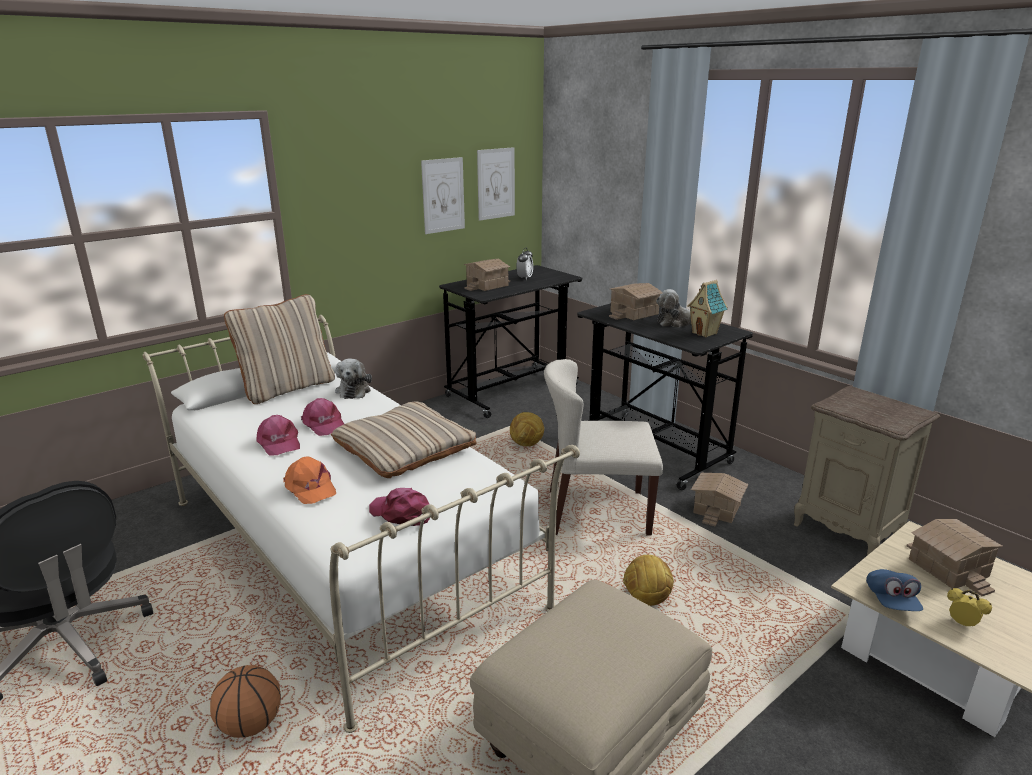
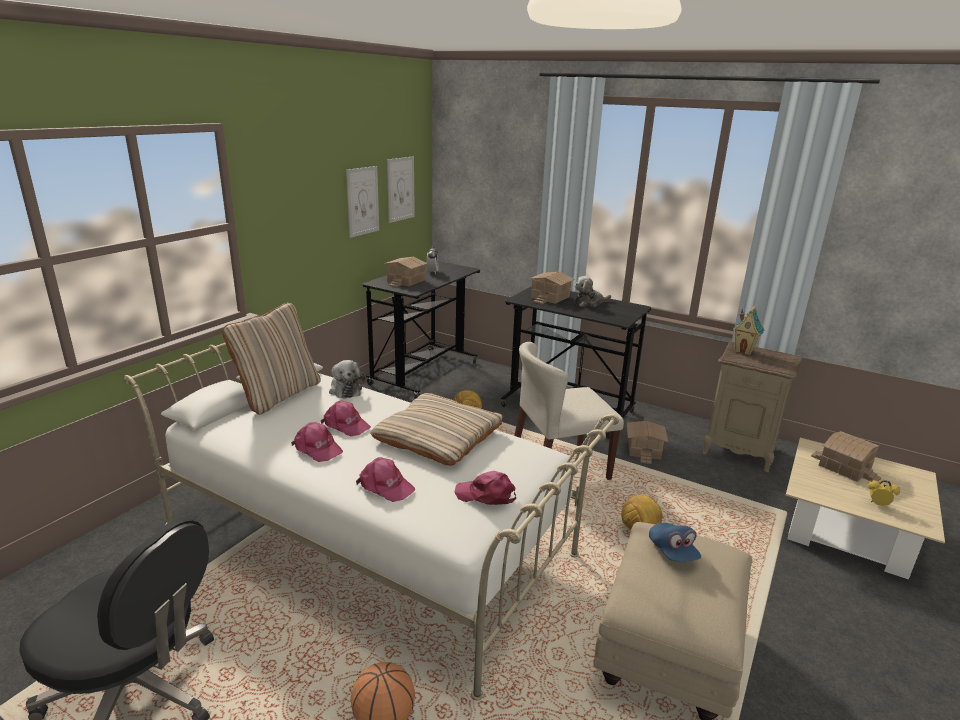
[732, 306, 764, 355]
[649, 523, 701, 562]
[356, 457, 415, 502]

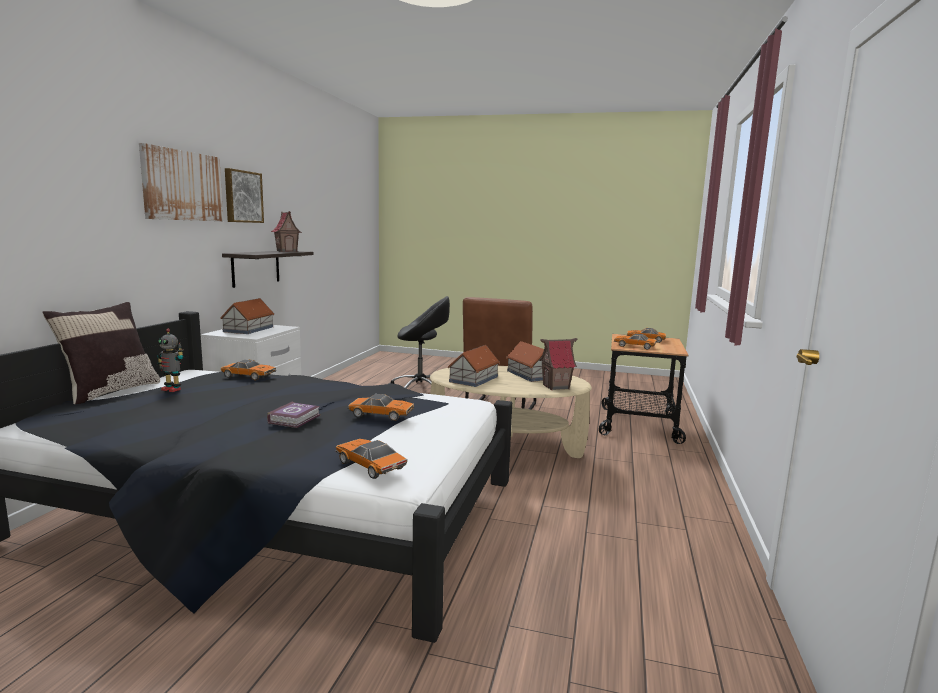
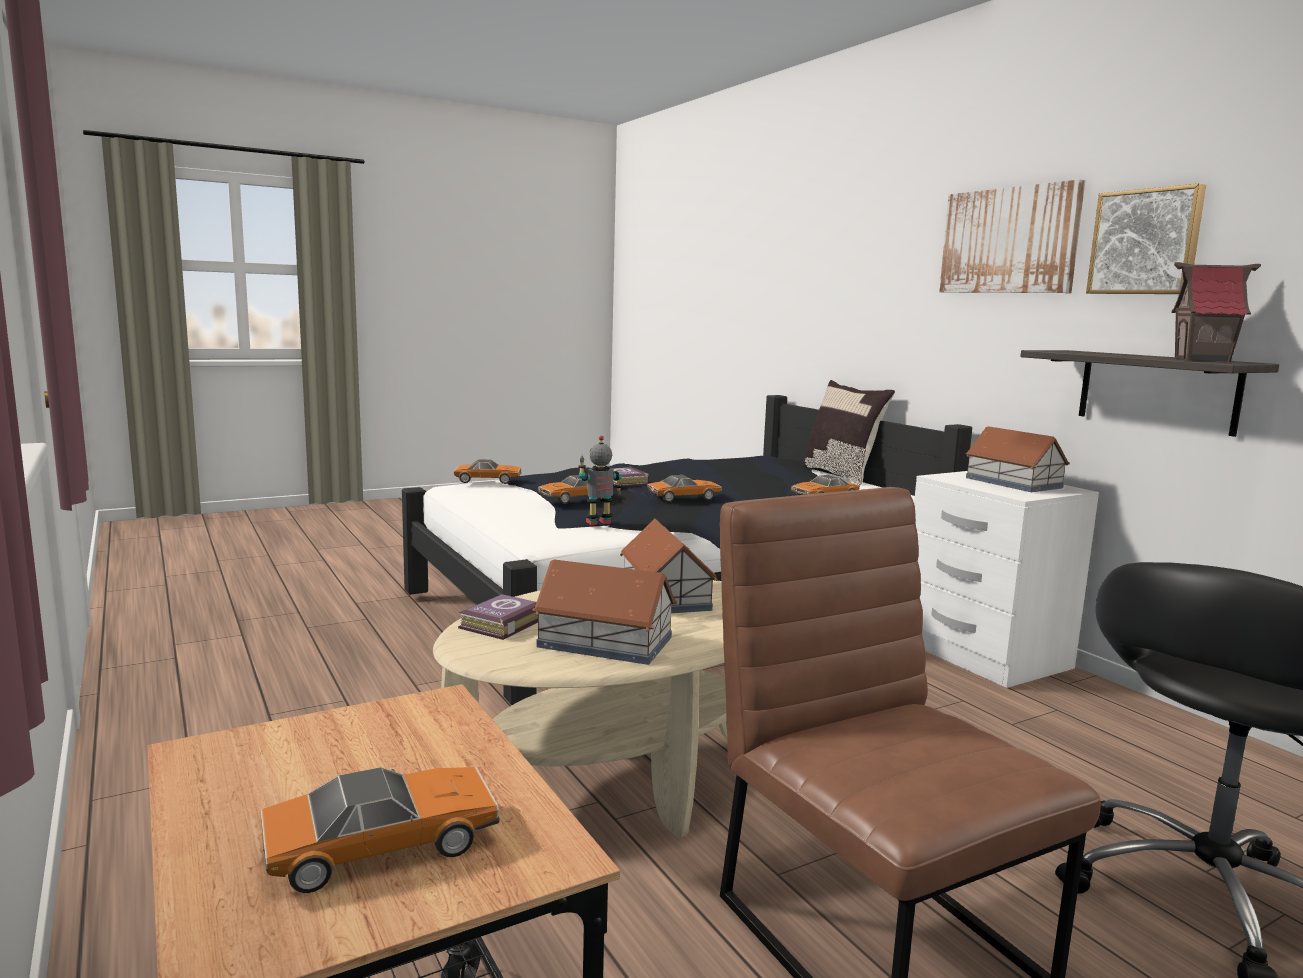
[578, 436, 622, 525]
[648, 475, 722, 502]
[458, 594, 538, 640]

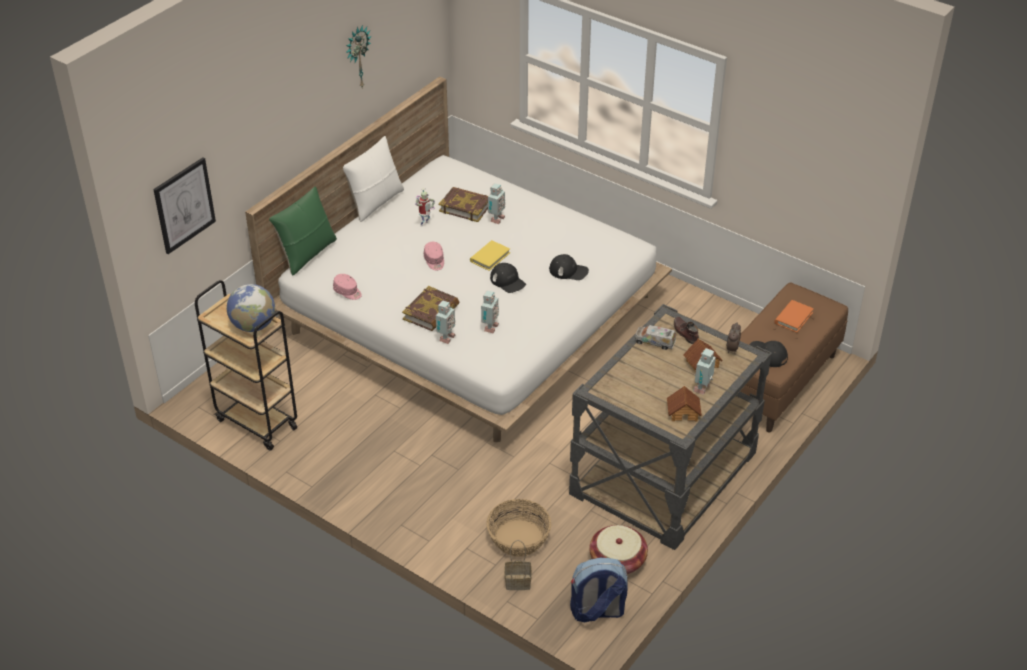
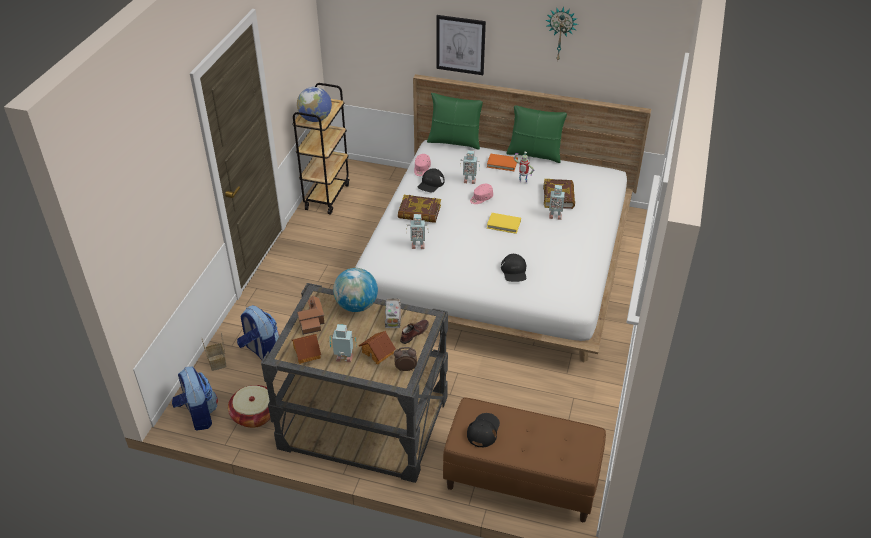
[297, 296, 324, 335]
[333, 268, 378, 312]
[436, 15, 486, 75]
[460, 150, 480, 184]
[418, 169, 445, 192]
[487, 154, 518, 171]
[237, 305, 279, 360]
[506, 105, 567, 163]

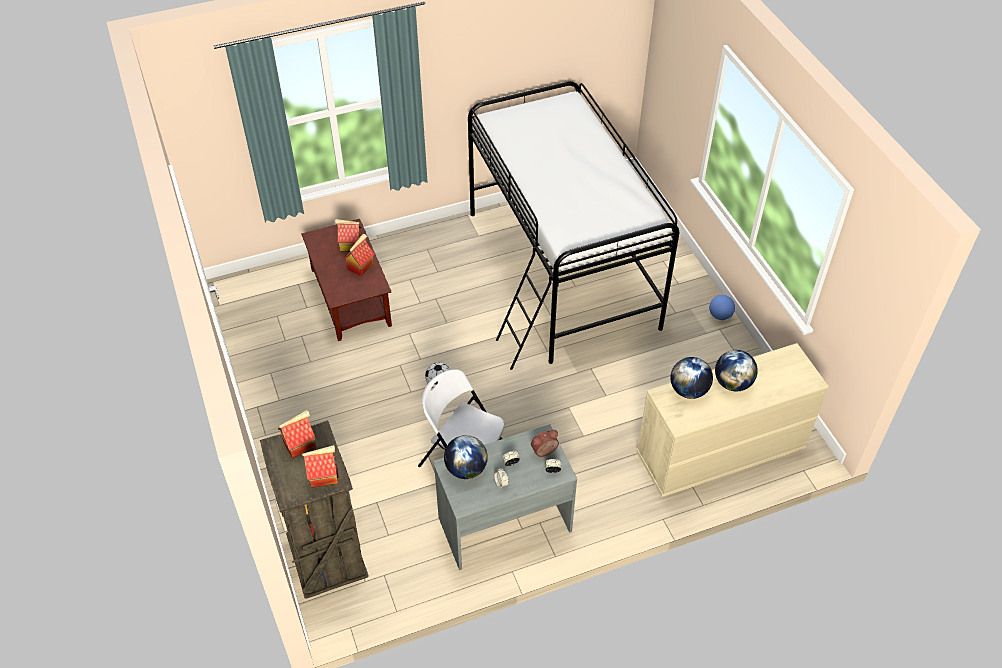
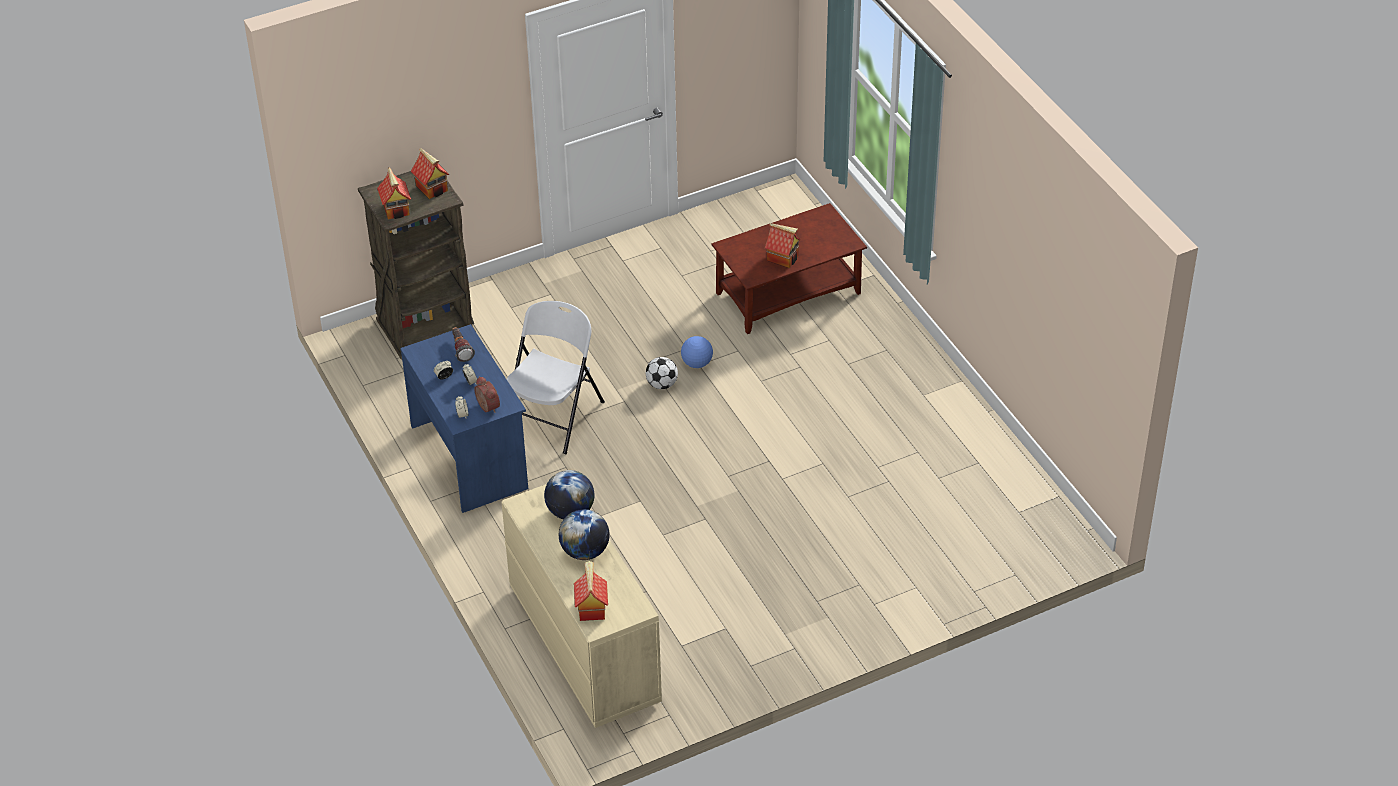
[468, 81, 679, 370] (first image)
[574, 561, 608, 621]
[681, 336, 713, 368]
[452, 327, 475, 362]
[400, 324, 528, 513]

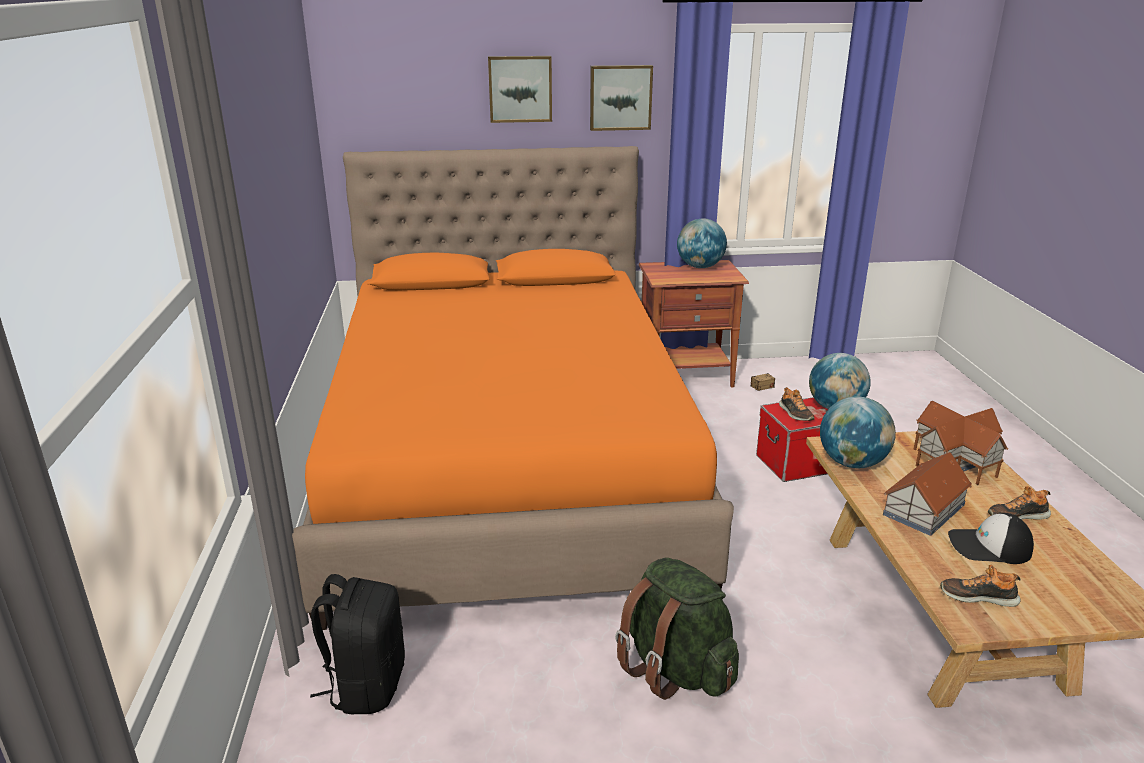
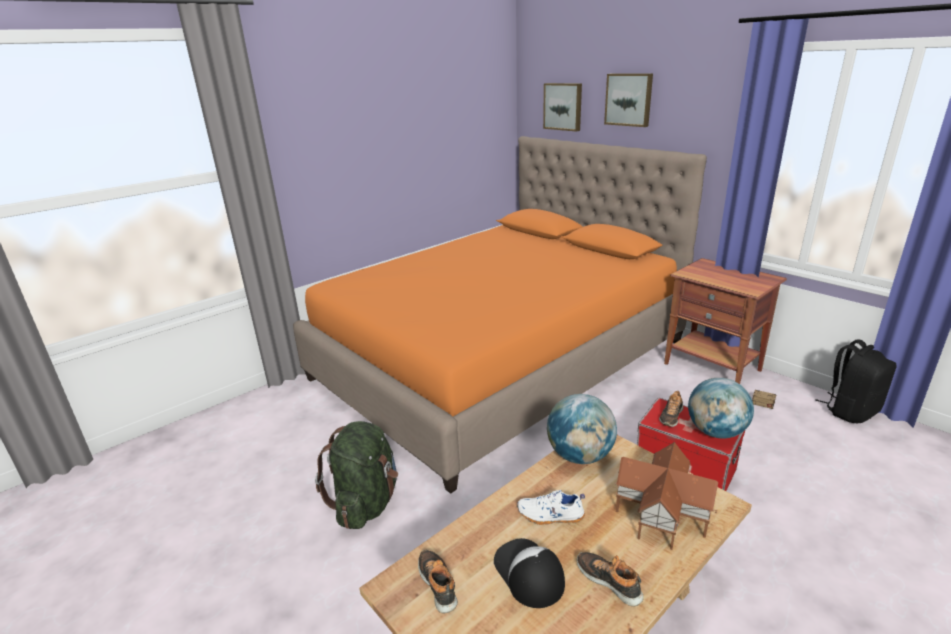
[677, 218, 727, 268] (first image)
[815, 339, 897, 423]
[543, 83, 582, 132]
[517, 490, 585, 525]

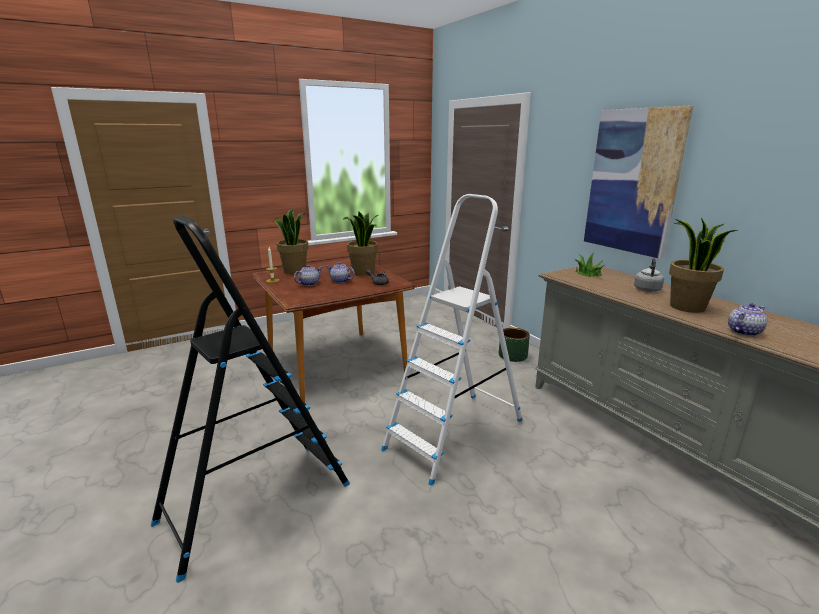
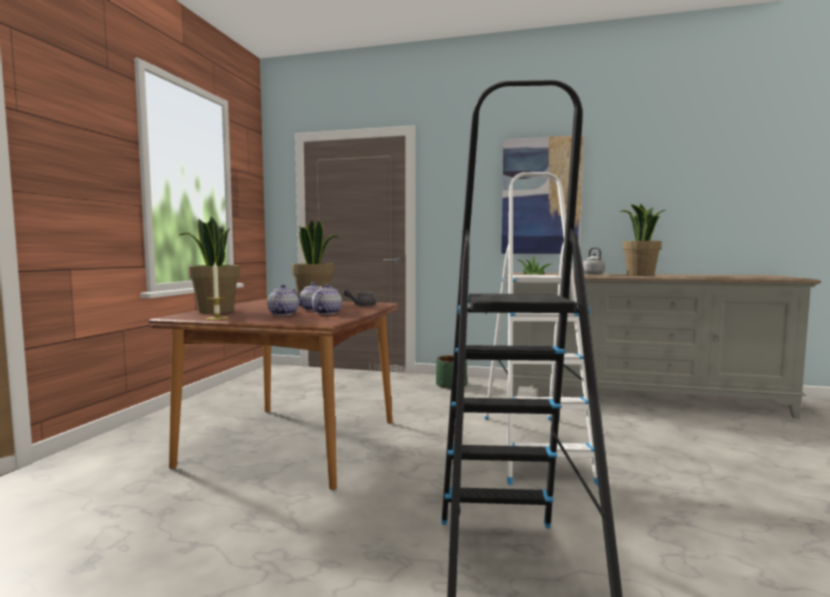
[312, 284, 342, 314]

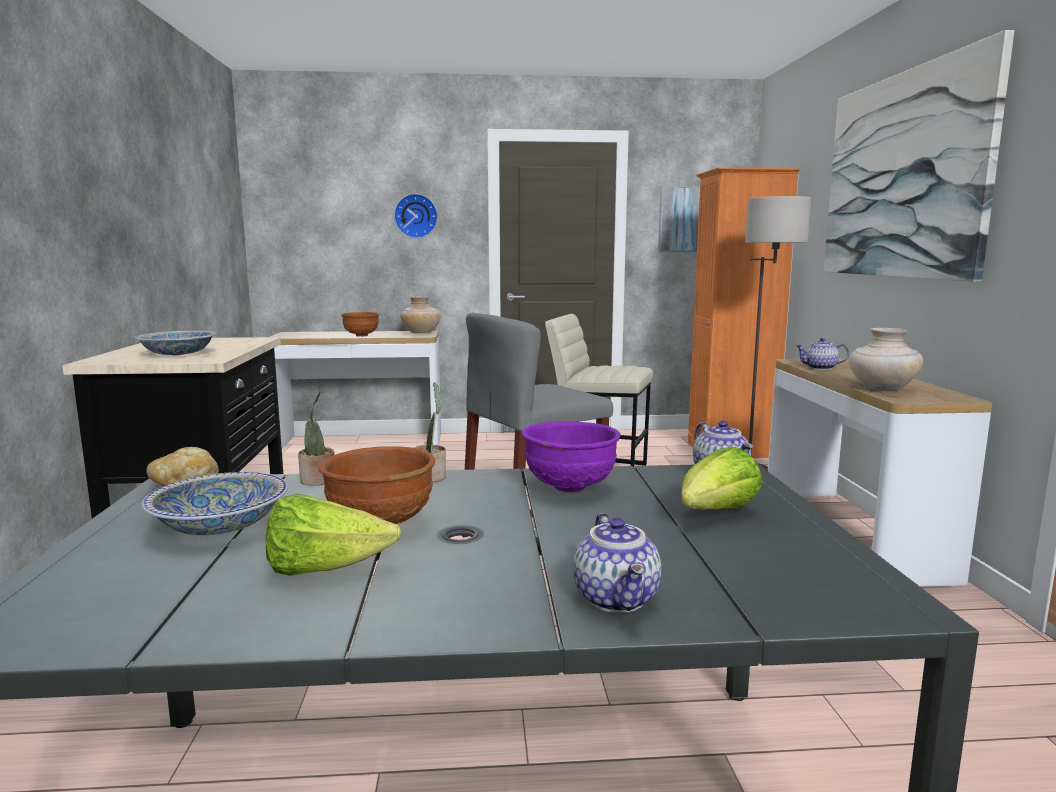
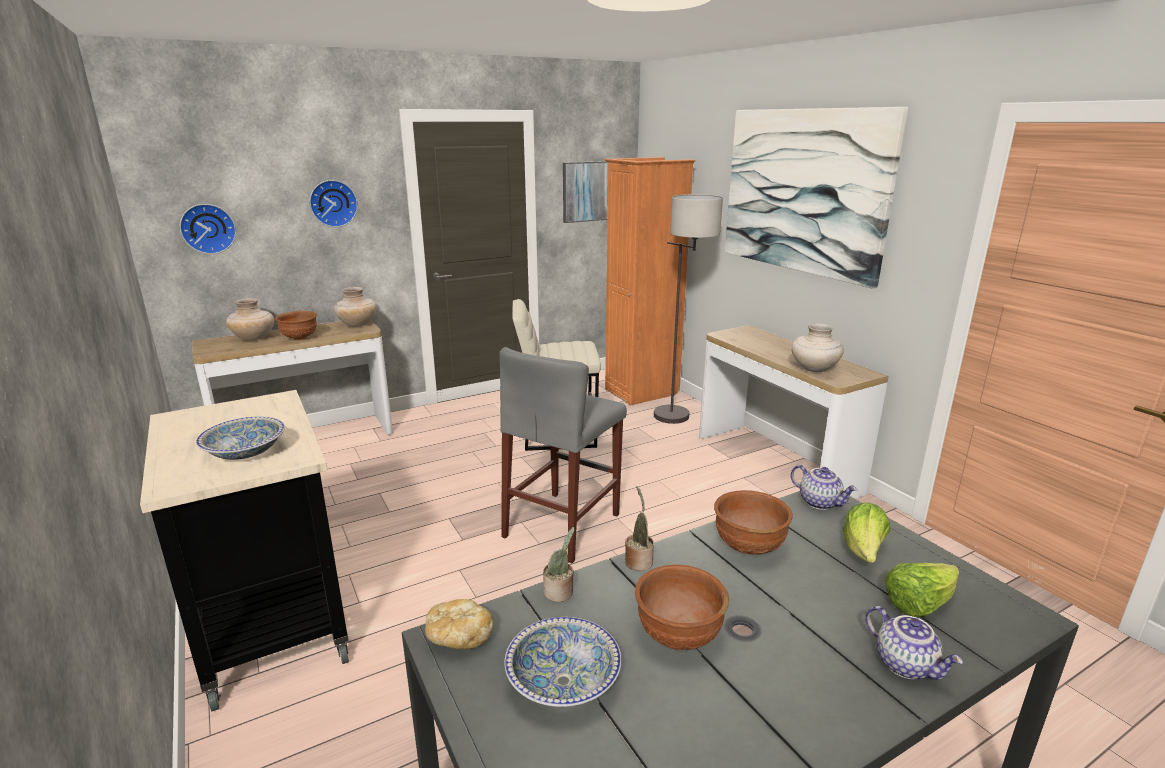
[795, 338, 849, 370] (first image)
[180, 204, 236, 254]
[226, 298, 274, 341]
[885, 563, 959, 617]
[714, 490, 793, 555]

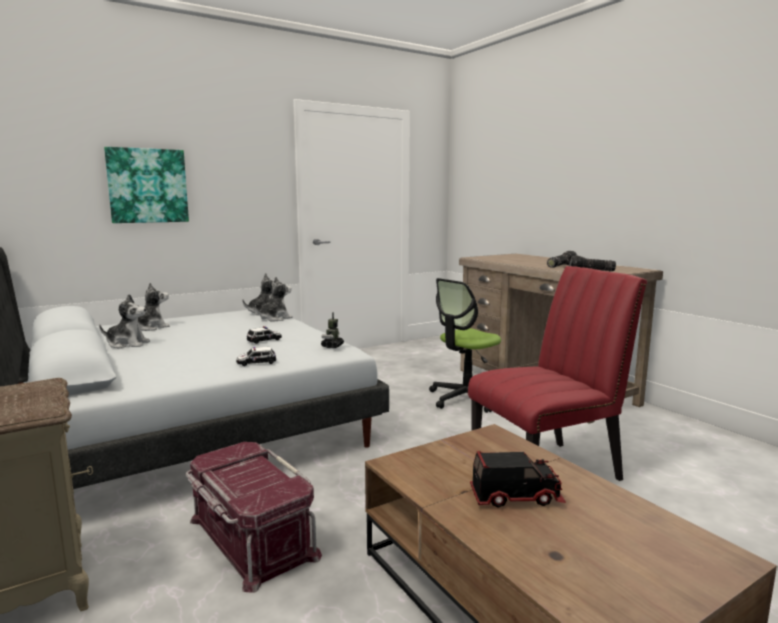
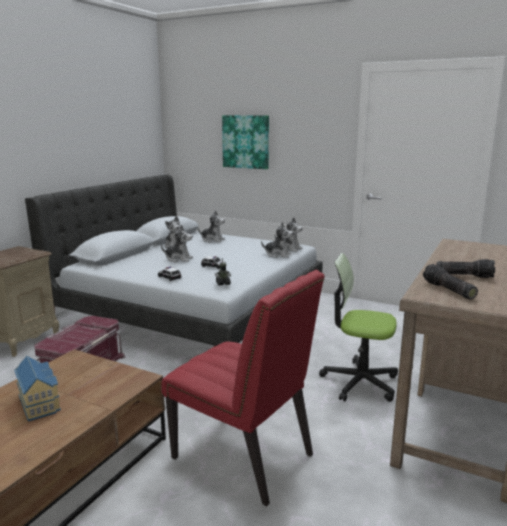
[161, 225, 193, 262]
[14, 356, 61, 421]

